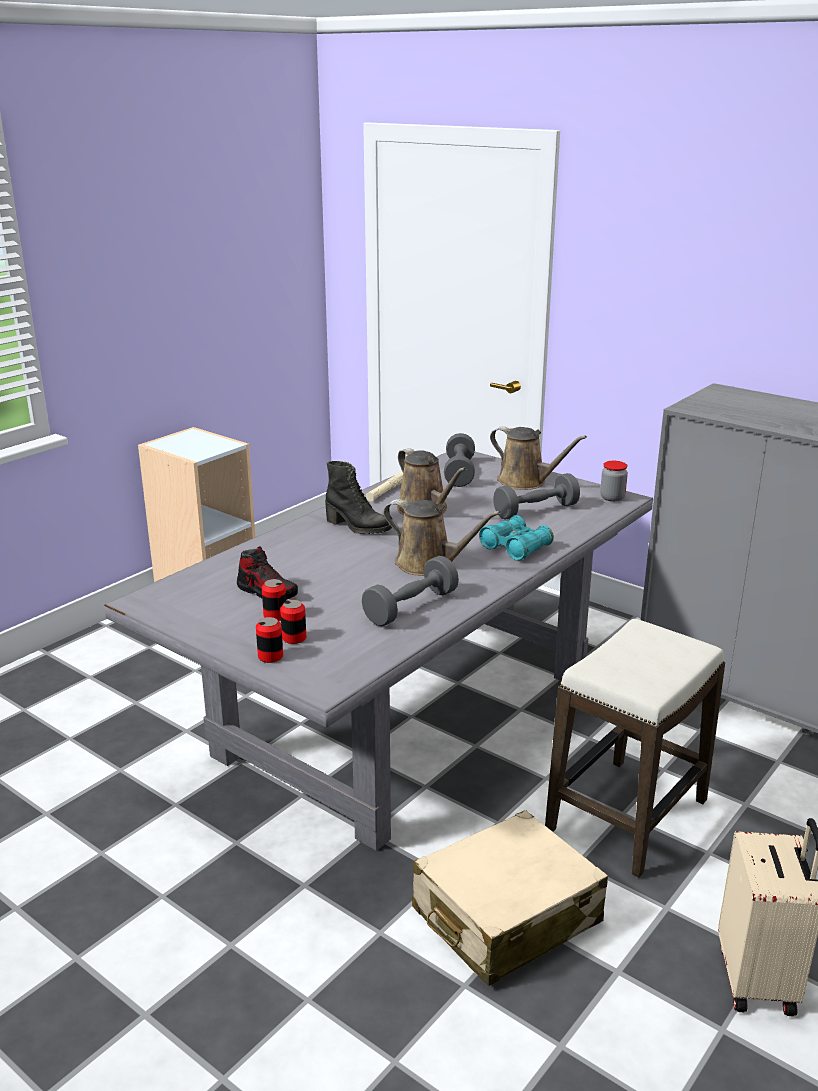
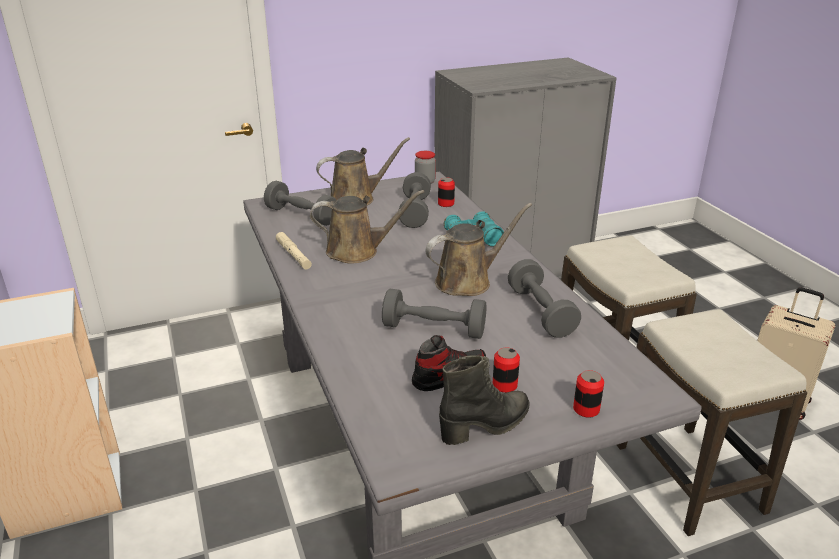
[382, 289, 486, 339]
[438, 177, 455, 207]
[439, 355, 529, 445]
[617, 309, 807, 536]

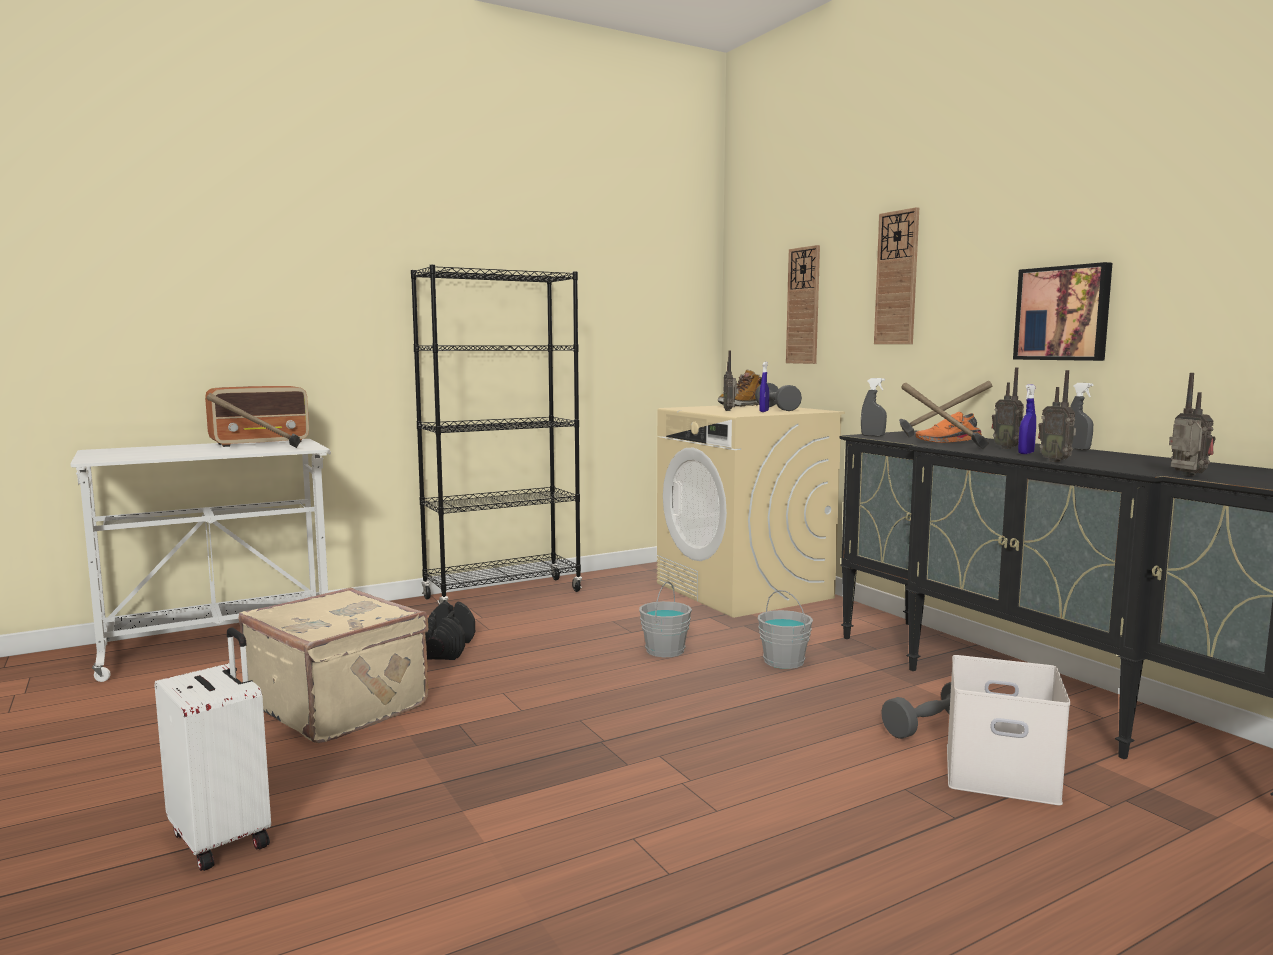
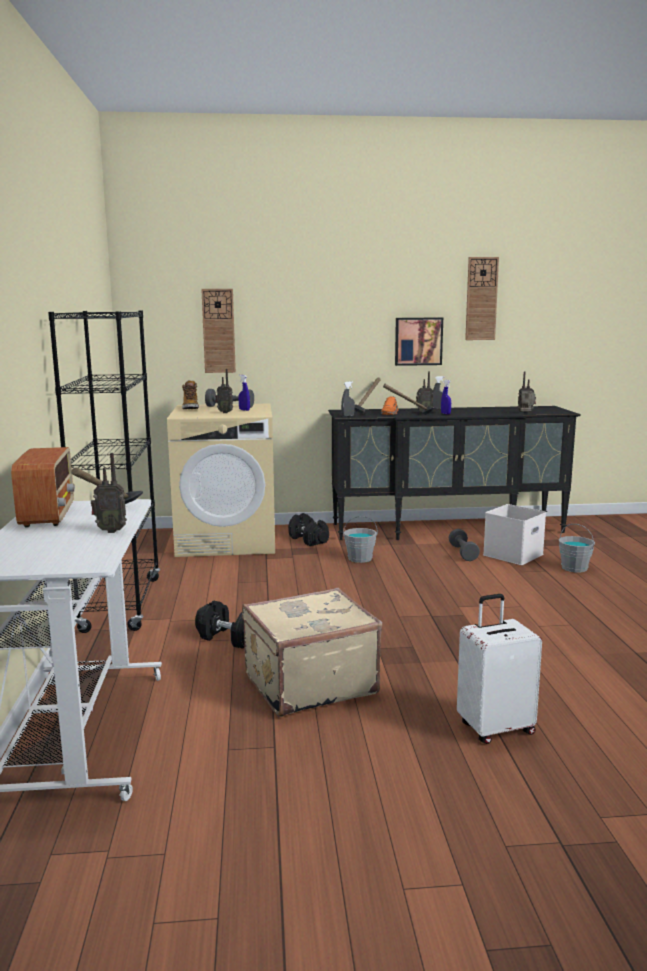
[289, 513, 329, 546]
[559, 524, 595, 573]
[465, 257, 499, 340]
[91, 453, 127, 533]

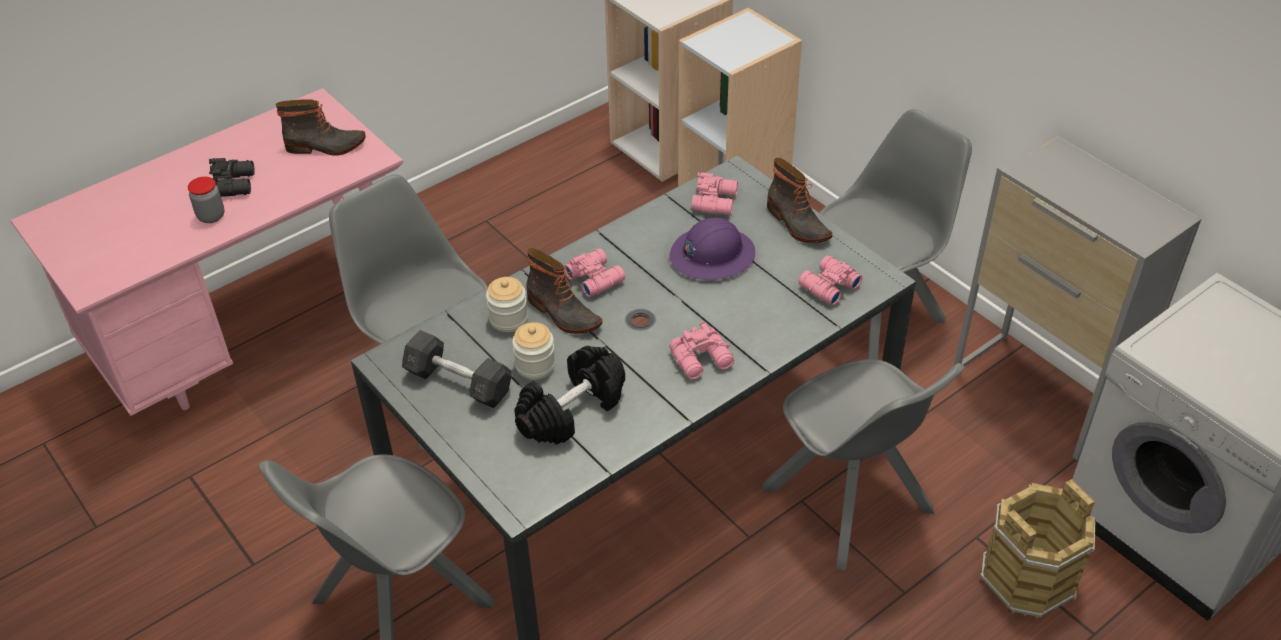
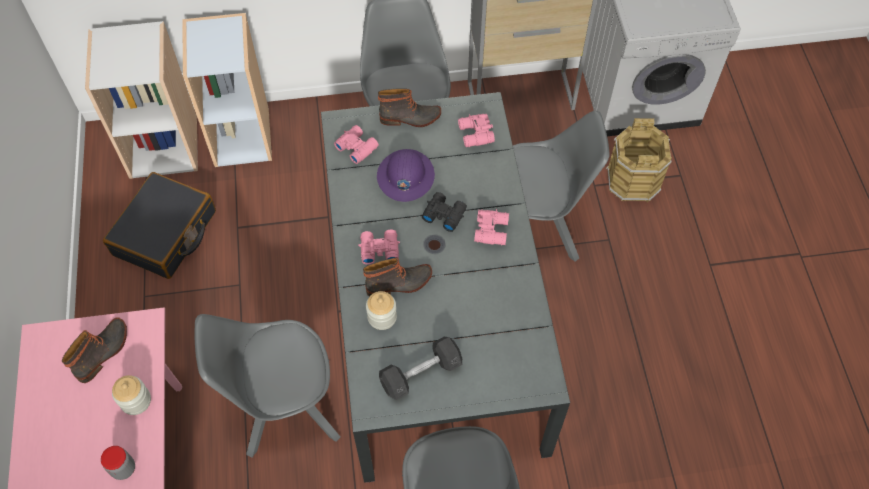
[514, 346, 625, 445] (first image)
[103, 172, 216, 279]
[422, 192, 467, 232]
[112, 375, 151, 415]

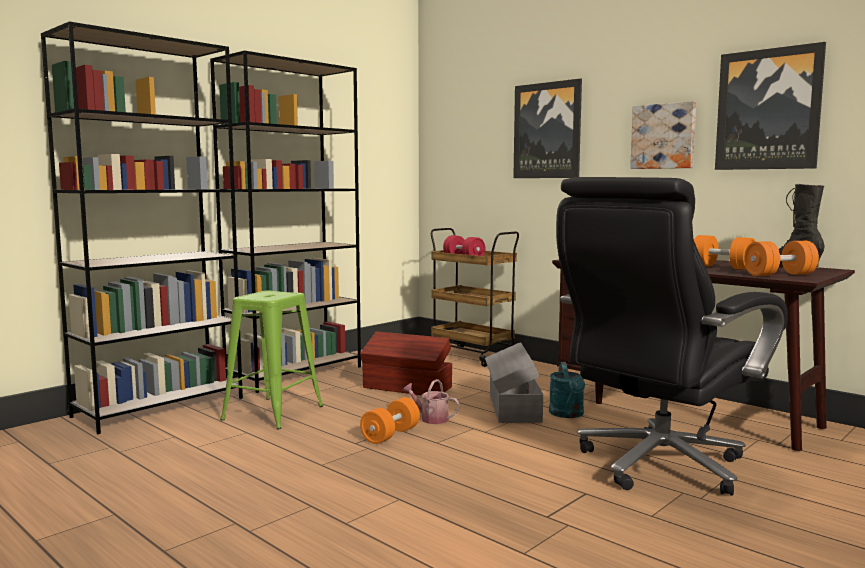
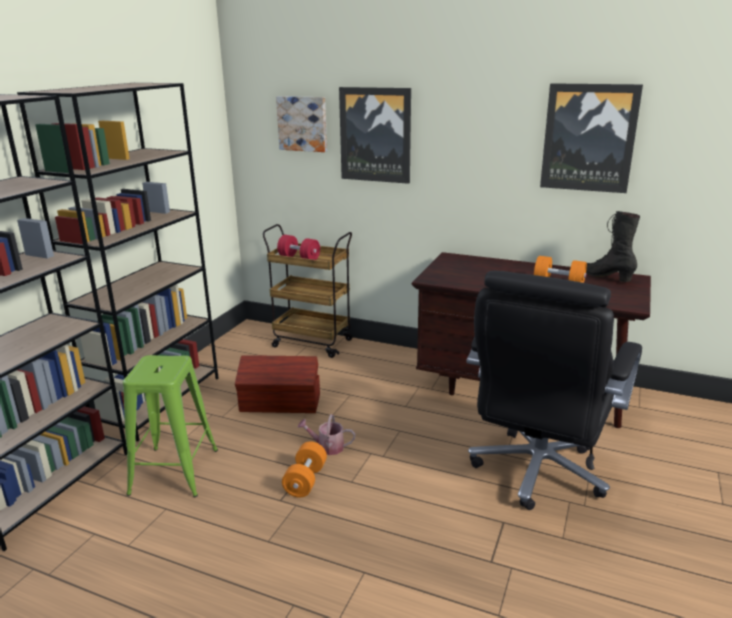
[485, 342, 543, 423] (first image)
[549, 362, 585, 418] (first image)
[744, 241, 819, 276] (first image)
[276, 96, 327, 152]

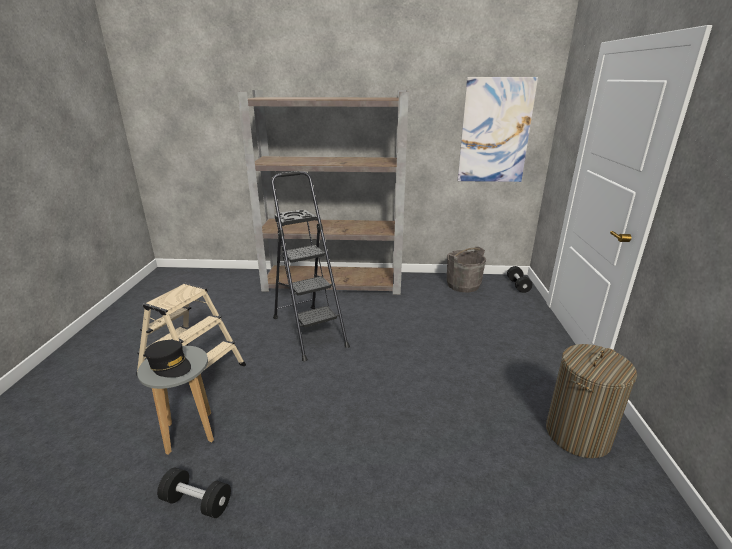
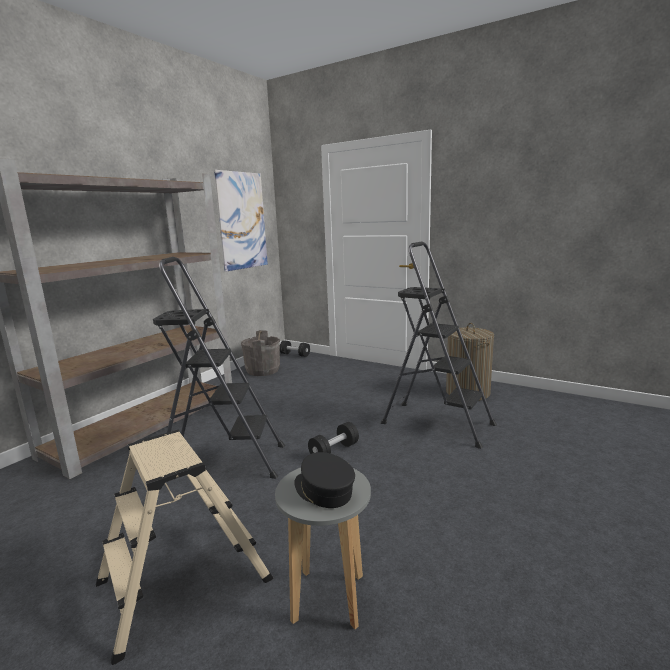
[380, 241, 497, 449]
[308, 422, 359, 454]
[294, 452, 355, 508]

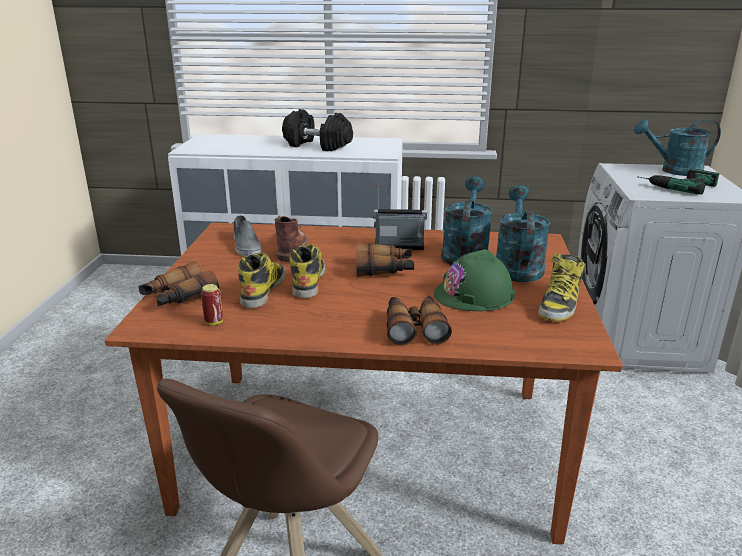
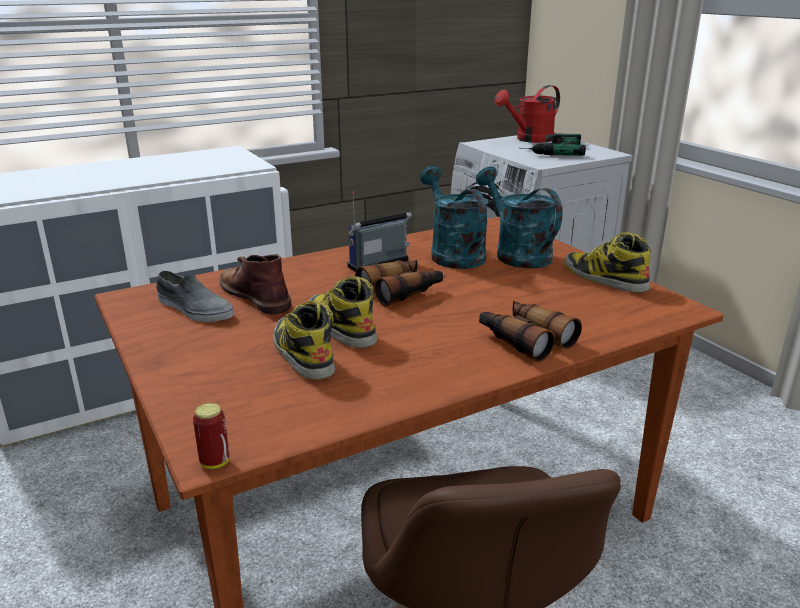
[139, 261, 219, 306] (first image)
[282, 109, 353, 151] (first image)
[434, 249, 515, 311] (first image)
[193, 403, 229, 469]
[494, 85, 560, 143]
[564, 232, 651, 293]

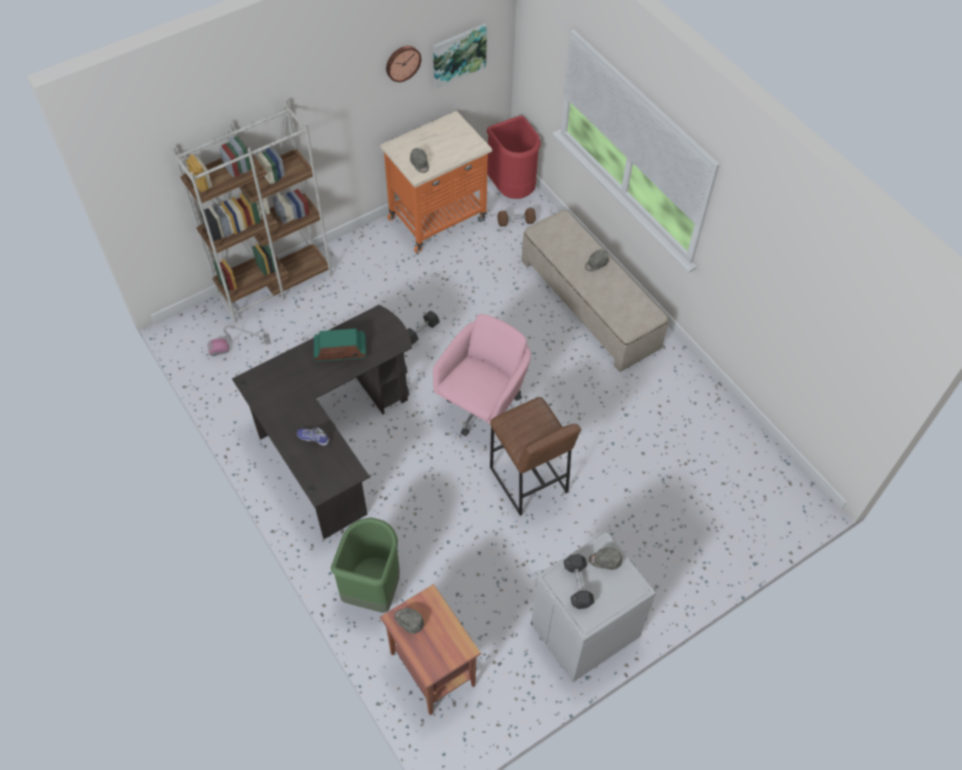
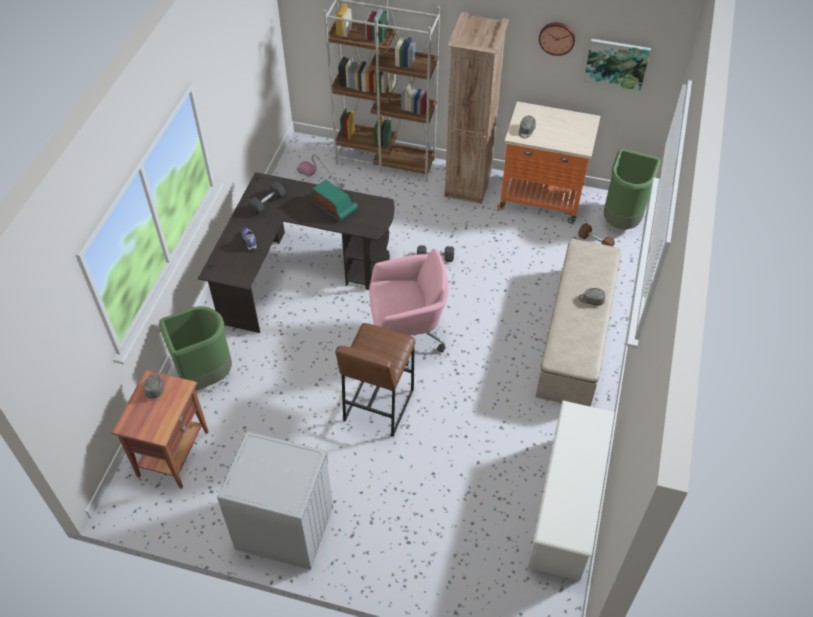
[589, 547, 622, 570] (first image)
[444, 12, 509, 204]
[527, 400, 615, 581]
[248, 181, 286, 215]
[604, 149, 660, 229]

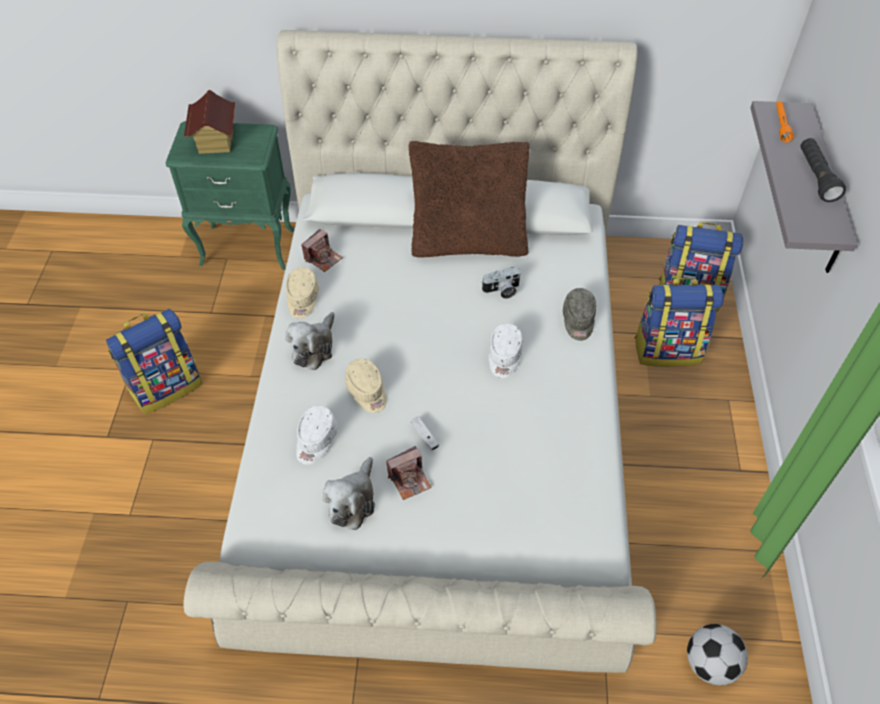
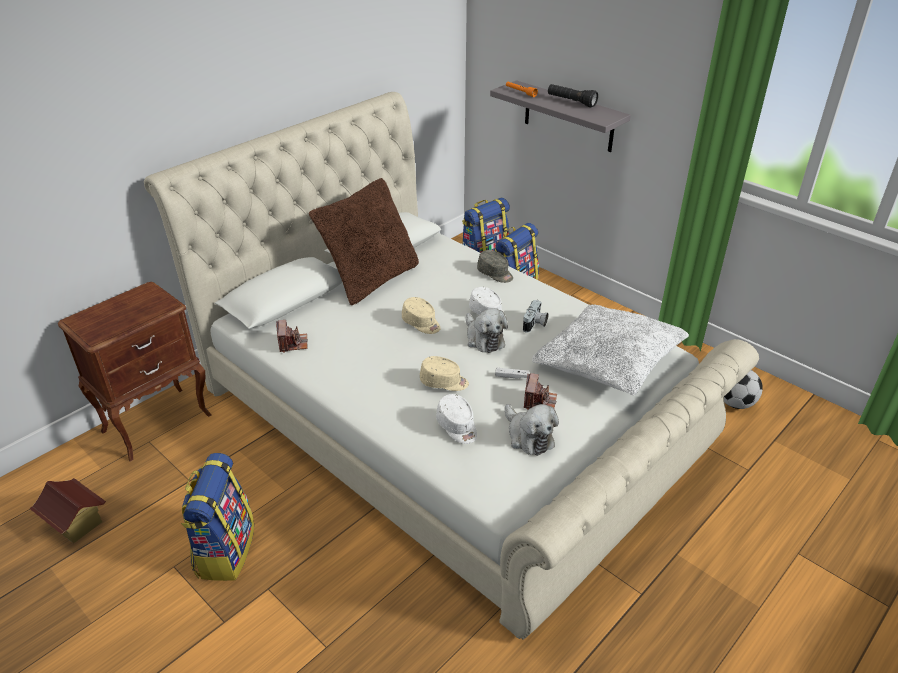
[532, 304, 689, 395]
[29, 478, 106, 544]
[402, 297, 440, 334]
[466, 308, 508, 353]
[523, 300, 549, 333]
[58, 282, 212, 462]

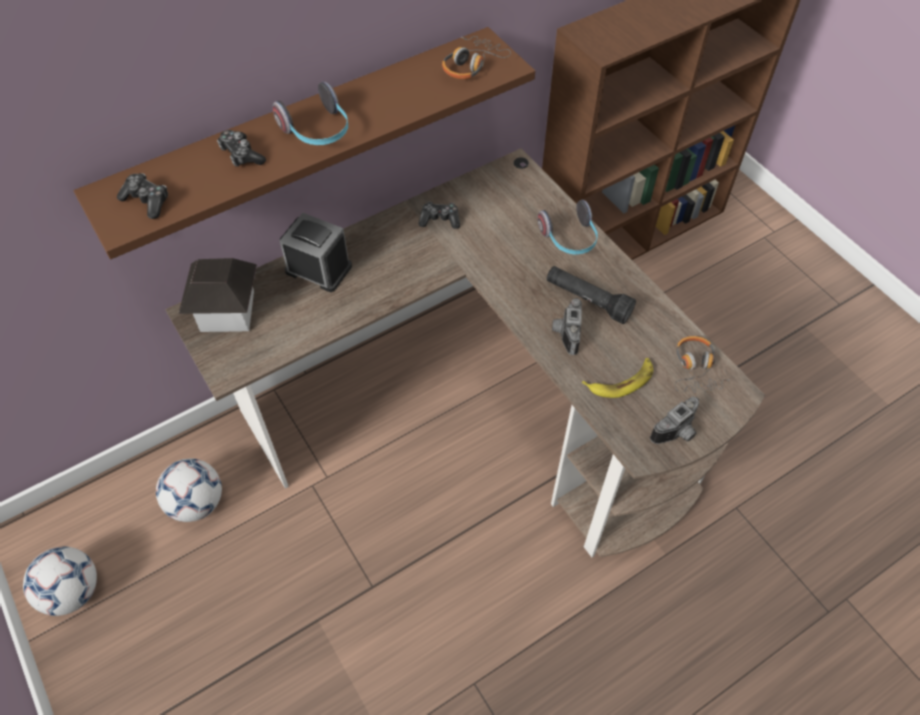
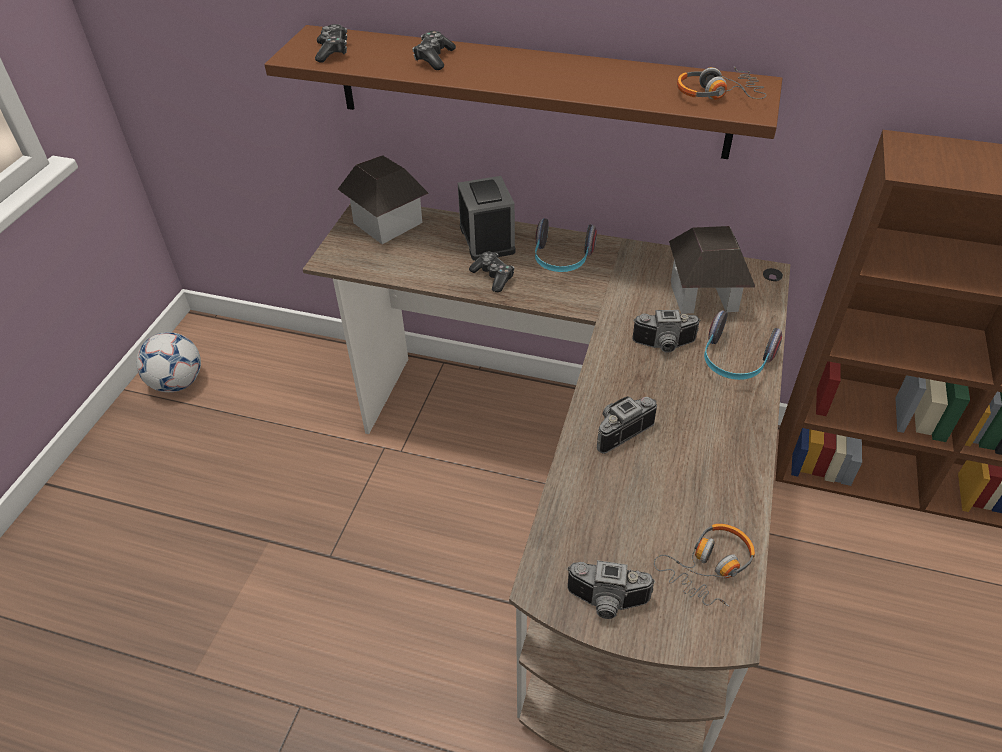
[156, 459, 222, 522] (first image)
[547, 266, 636, 324] (first image)
[582, 358, 653, 398] (first image)
[632, 310, 701, 353]
[669, 226, 755, 314]
[535, 218, 597, 272]
[469, 252, 514, 292]

